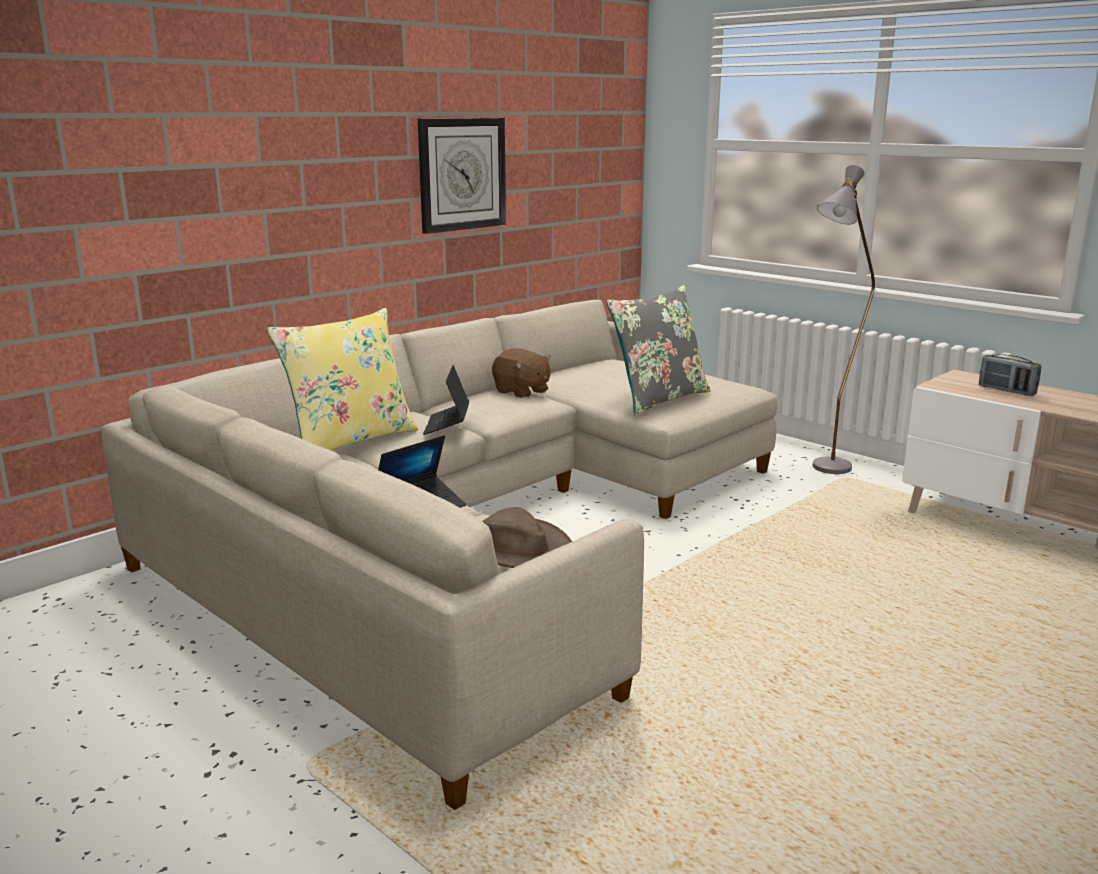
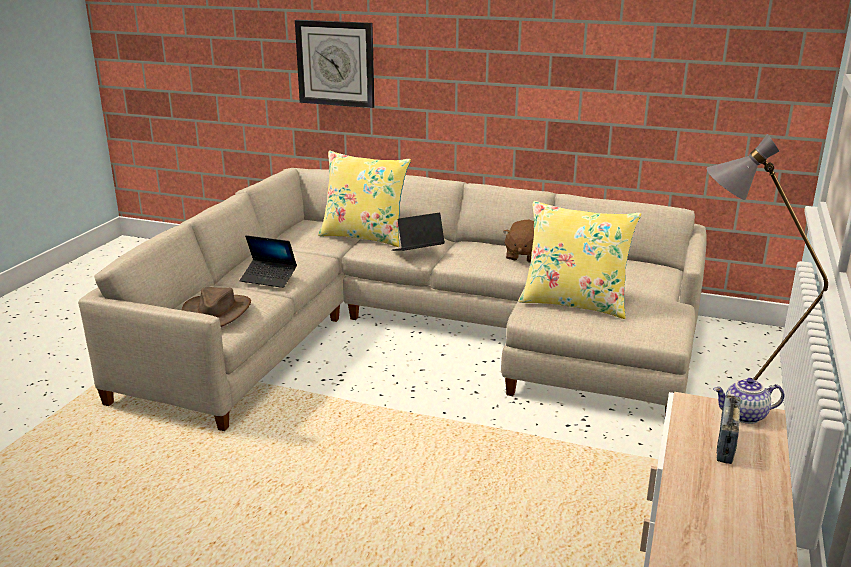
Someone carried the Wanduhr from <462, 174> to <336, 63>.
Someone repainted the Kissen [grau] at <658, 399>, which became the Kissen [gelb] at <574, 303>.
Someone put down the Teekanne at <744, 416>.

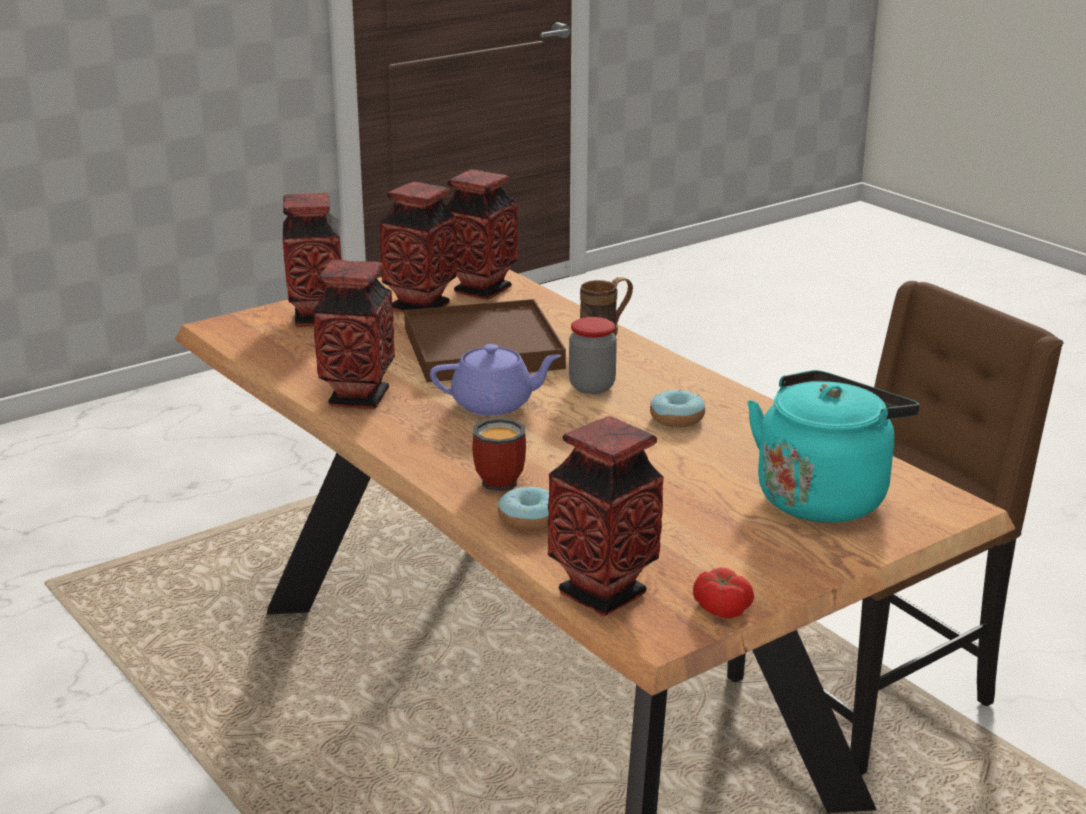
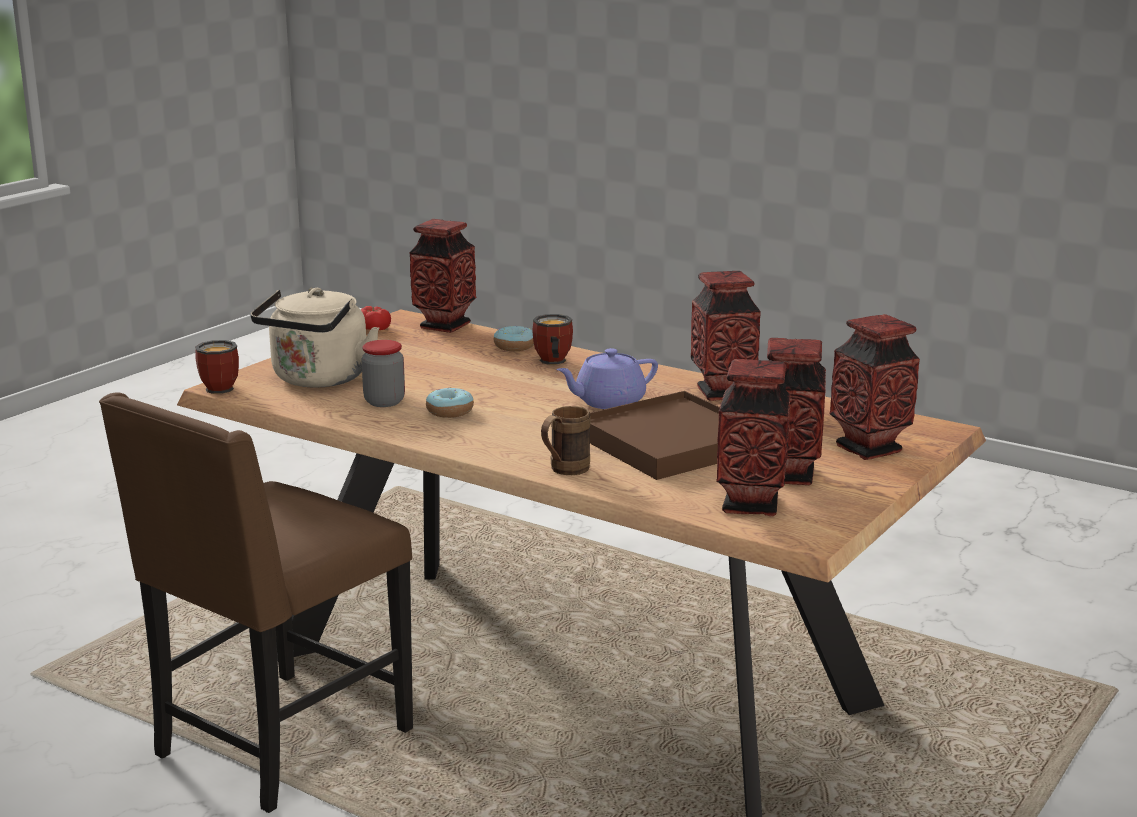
Someone carried the Vorratsglas from <592, 386> to <384, 402>.
Someone repainted the Wasserkessel [türkis] at <825, 496>, which became the Wasserkessel [beige] at <318, 380>.
Someone put down the Henkelbecher at <222, 387>.

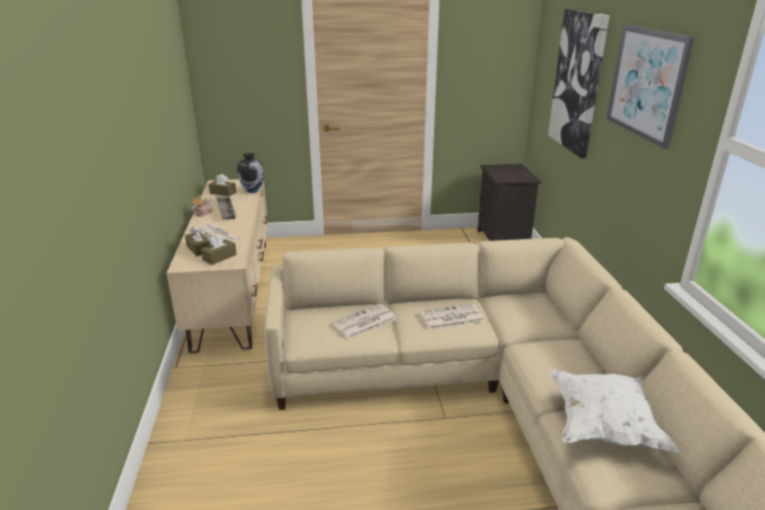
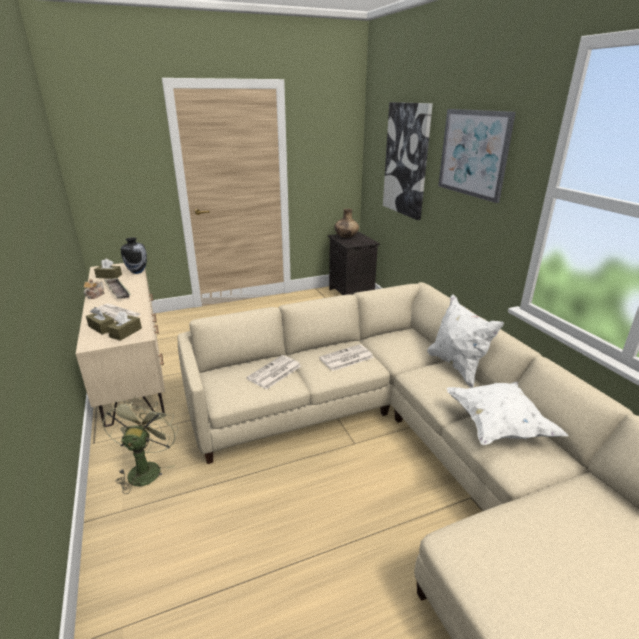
Someone put down the Vase [braun] at <346, 237>.
Someone put down the Kissen [weiß] at <457, 367>.
Someone put down the Ventilator [grün] at <145, 468>.

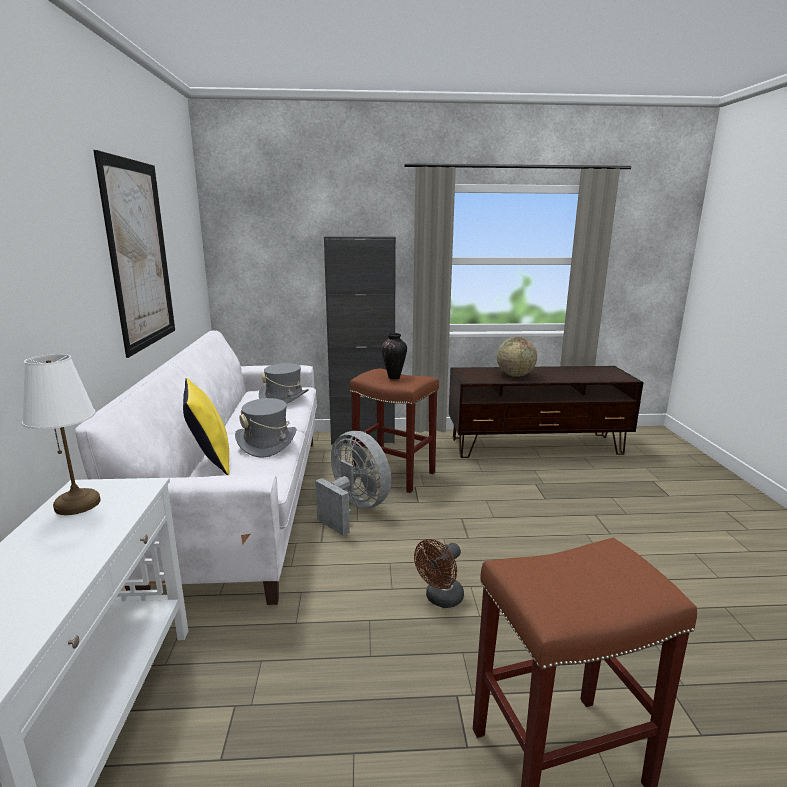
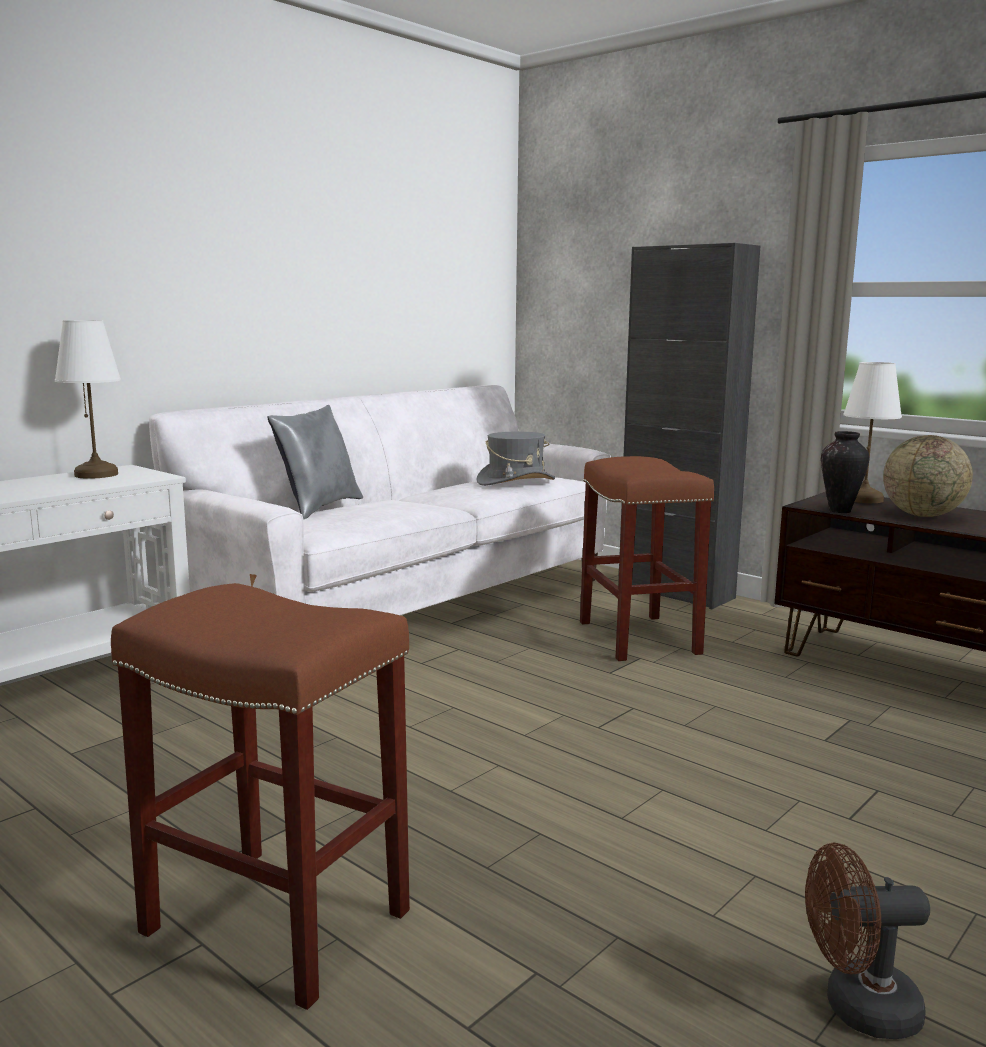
Someone took away the Bild at <140, 255>.
Someone carried the Vase from <394, 378> to <839, 511>.
Someone repainted the Kissen [gelb] at <210, 460>, which became the Kissen [grau] at <319, 507>.
Someone took away the Hut [grau] at <267, 443>.
Someone took away the Ventilator [grau] at <354, 509>.
Someone carried the Ventilator [braun] from <440, 599> to <858, 1009>.
Someone put down the Tischlampe [weiß] at <863, 499>.

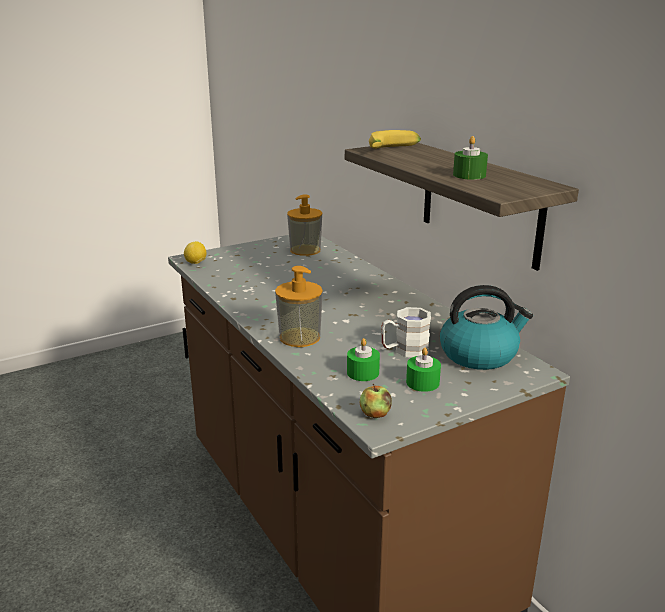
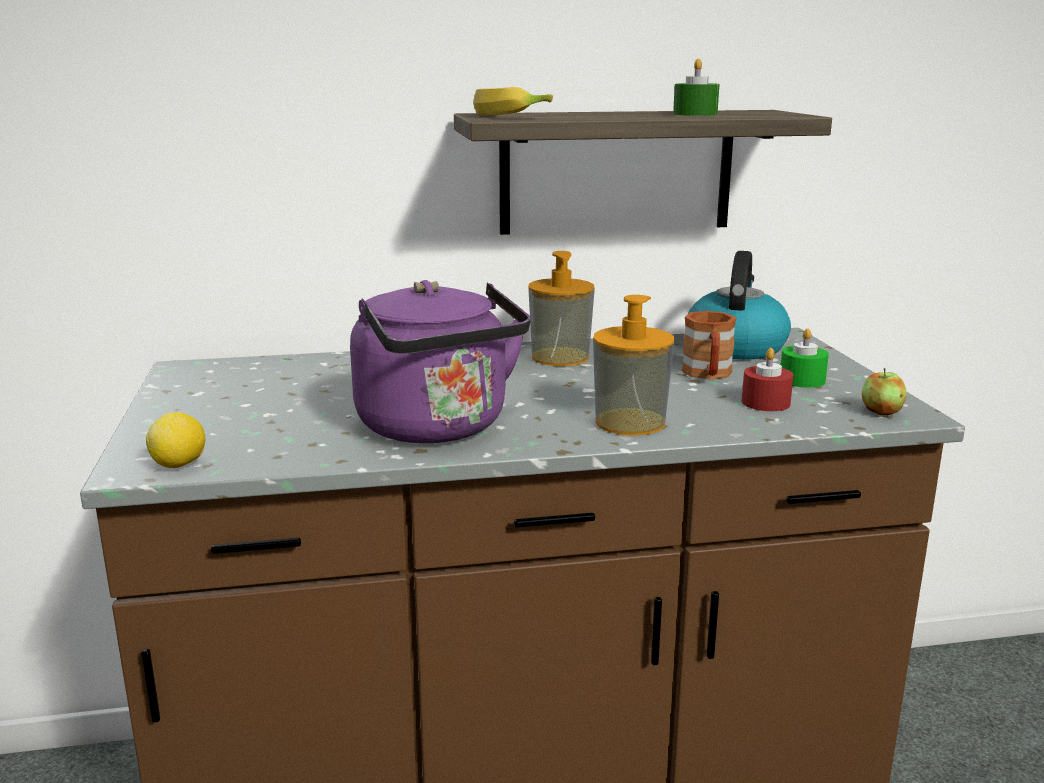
Someone carried the Seifenspender from <305, 250> to <560, 357>.
Someone repainted the Henkelbecher [weiß] at <404, 350>, which became the Henkelbecher [braun] at <708, 375>.
Someone repainted the Kerze [grün] at <363, 372>, which became the Kerze [rot] at <765, 402>.
Someone put down the Wasserkessel [lila] at <438, 428>.

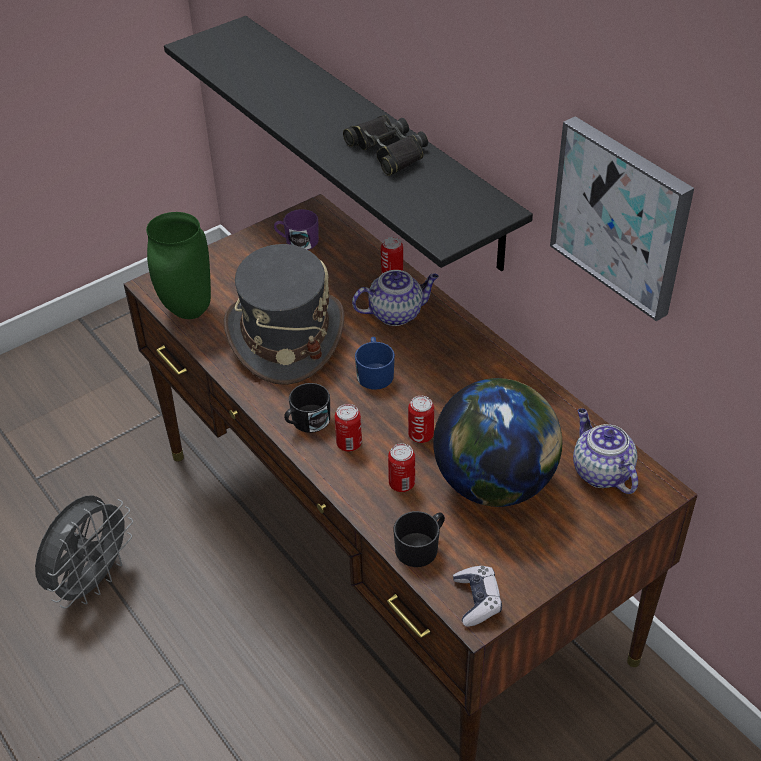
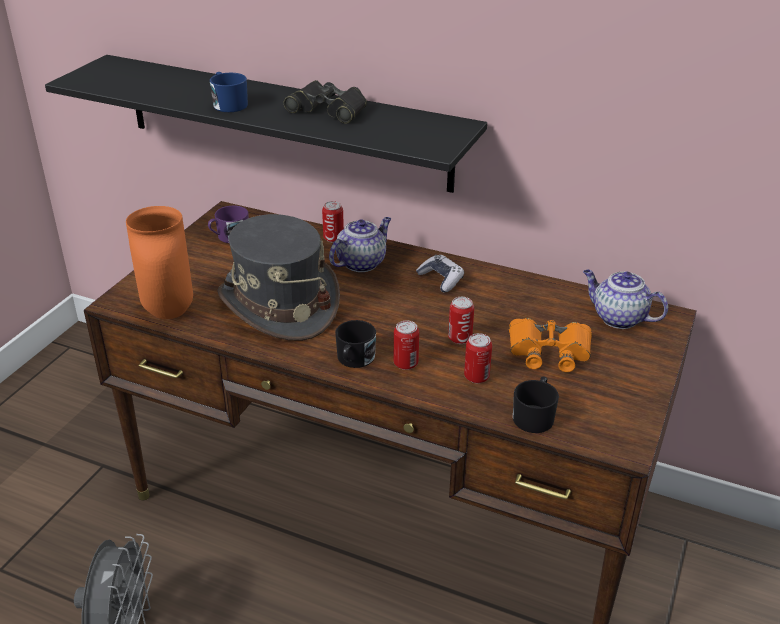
Someone took away the Bild at <622, 216>.
Someone repainted the Vase [grün] at <187, 311>, which became the Vase [orange] at <167, 312>.
Someone carried the Henkelbecher [blau] from <375, 373> to <228, 104>.
Someone swapped the Globus at <495, 483> for the Fernglas [orange] at <549, 351>.
Someone carried the Gamepad from <477, 600> to <441, 279>.

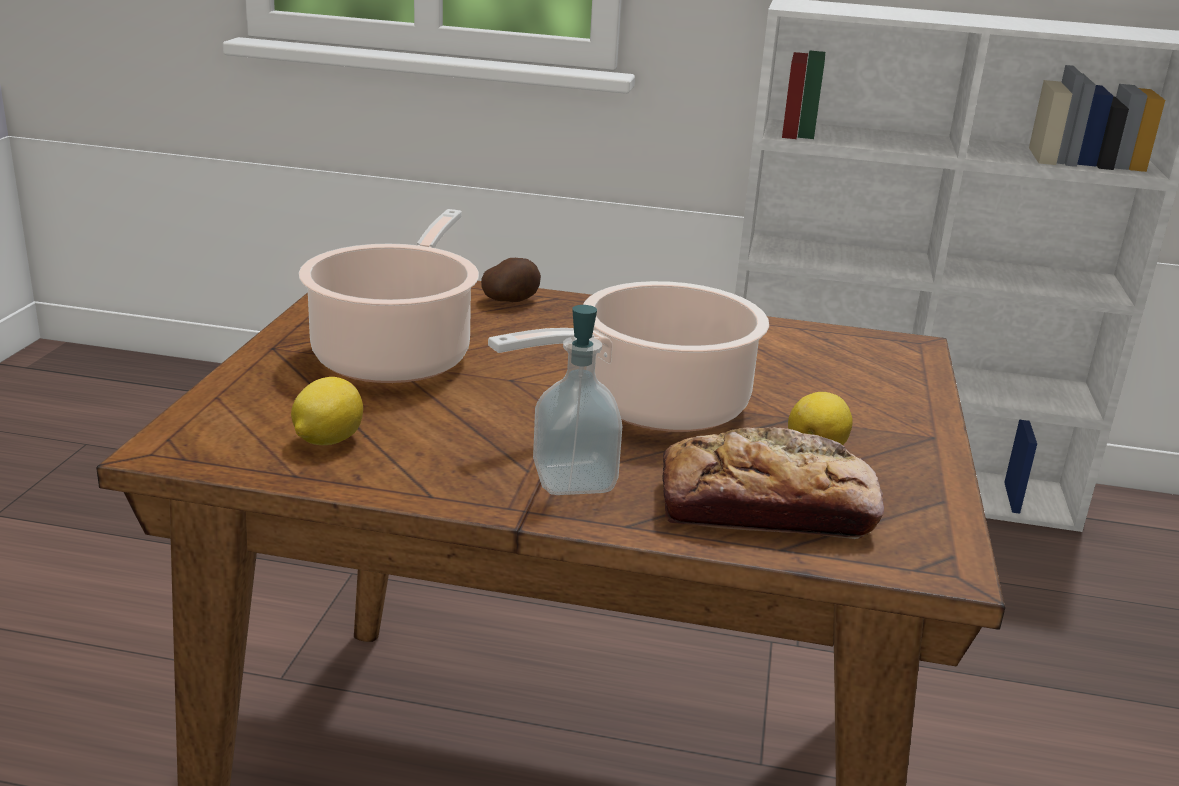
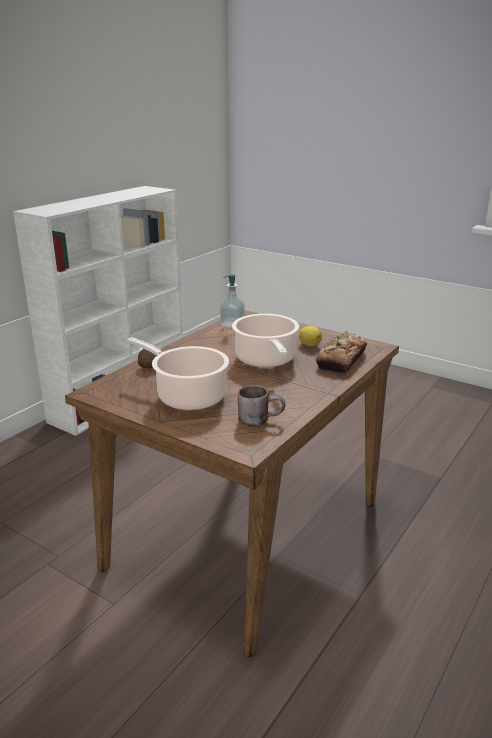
Someone carried the Seifenspender from <574, 480> to <232, 324>.
Someone swapped the Zitrone at <326, 441> for the Henkelbecher [braun] at <259, 419>.

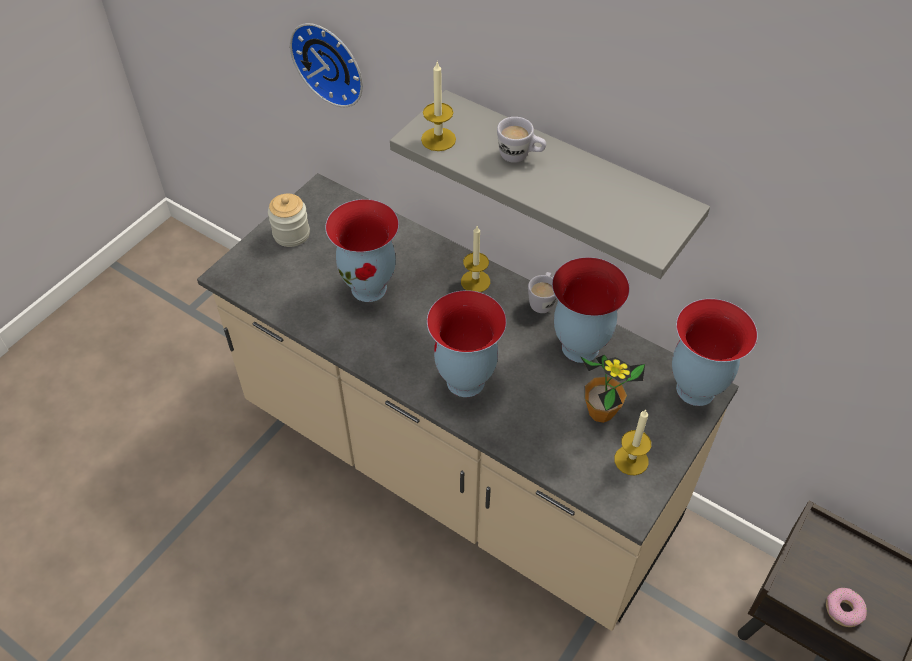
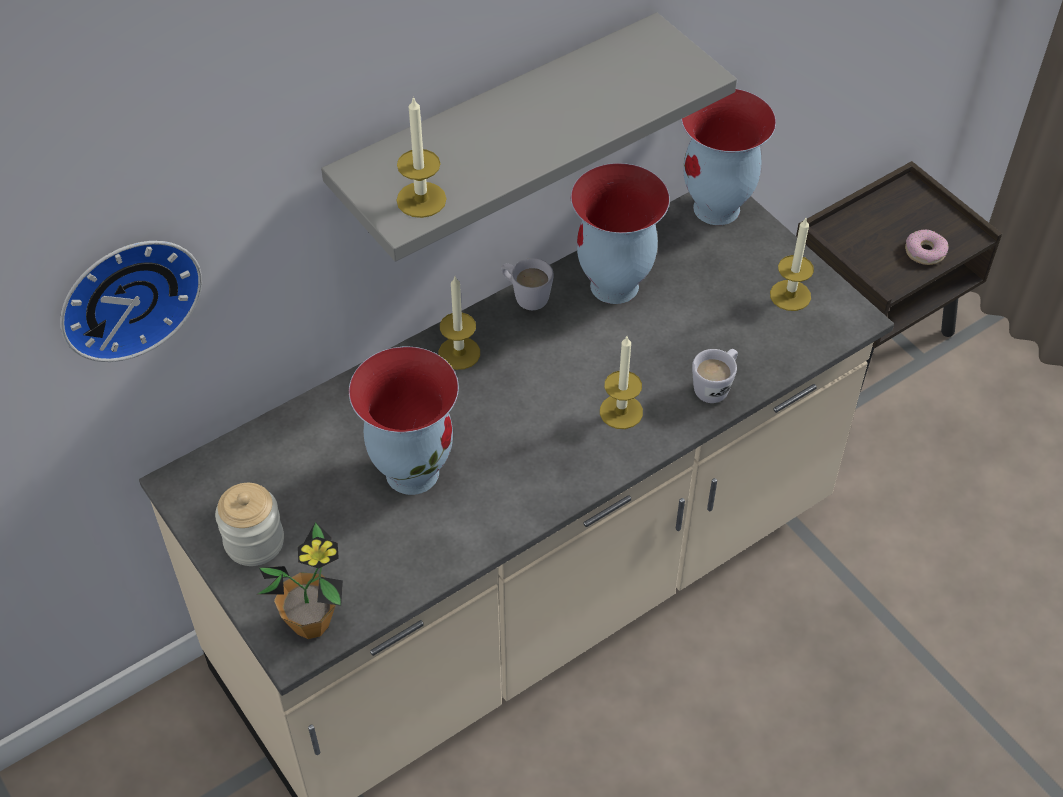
Someone carried the Henkelbecher [weiß] from <520, 156> to <715, 387>.
Someone swapped the Vase at <465, 382> for the Kerze at <621, 411>.
Someone carried the Topfpflanze from <601, 412> to <311, 623>.

